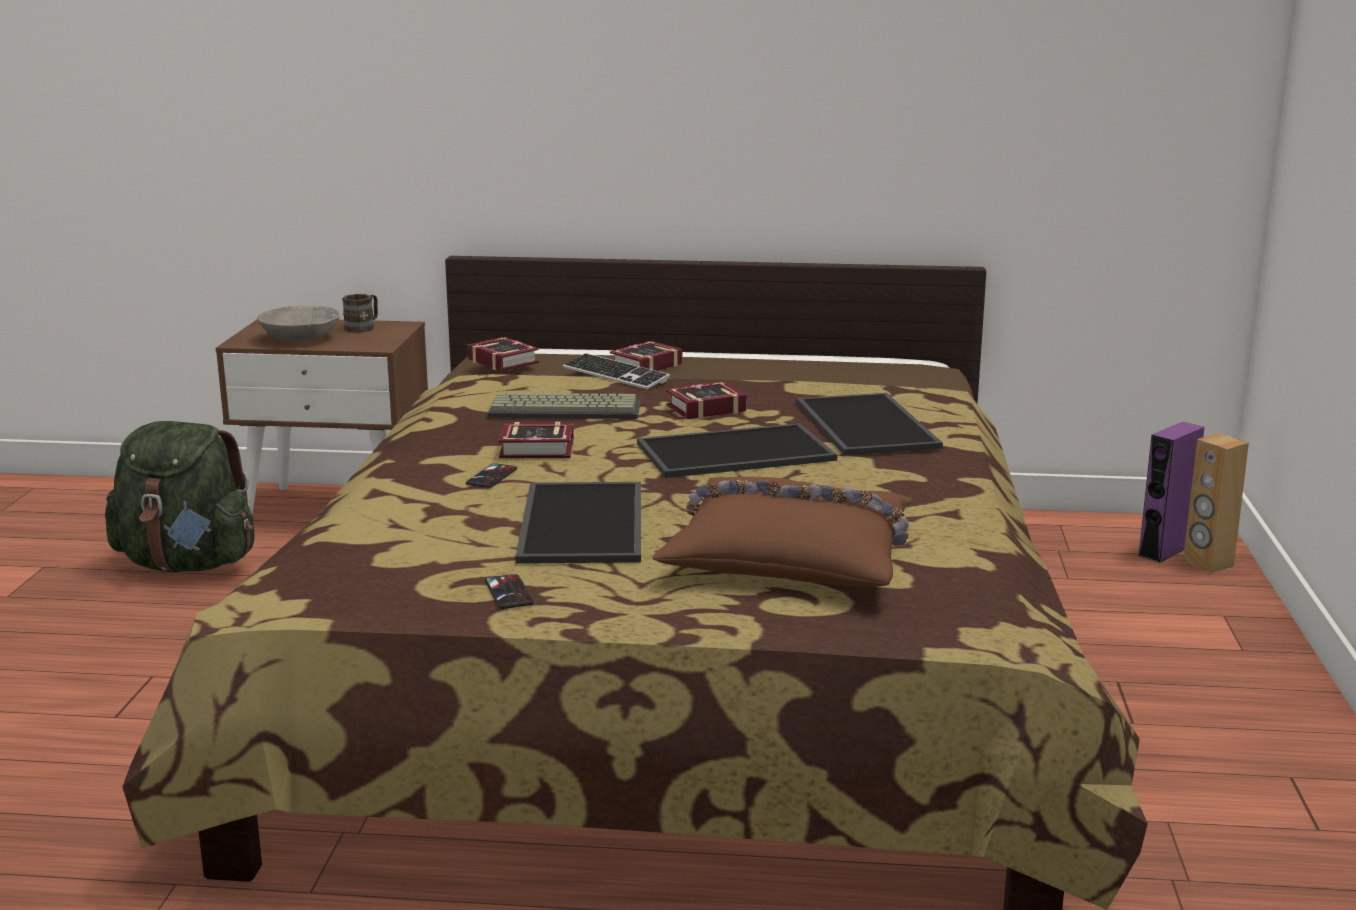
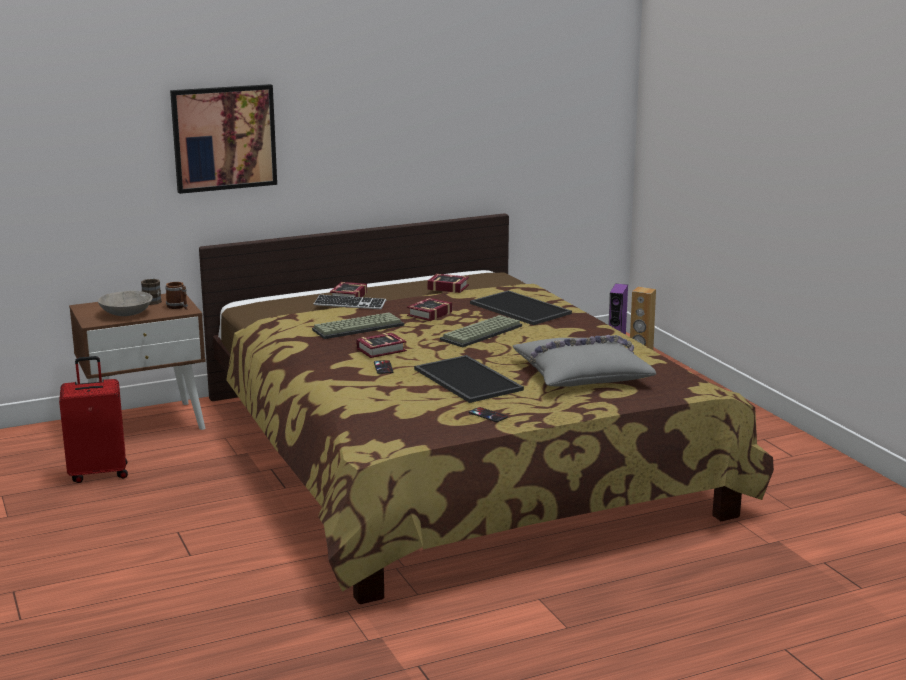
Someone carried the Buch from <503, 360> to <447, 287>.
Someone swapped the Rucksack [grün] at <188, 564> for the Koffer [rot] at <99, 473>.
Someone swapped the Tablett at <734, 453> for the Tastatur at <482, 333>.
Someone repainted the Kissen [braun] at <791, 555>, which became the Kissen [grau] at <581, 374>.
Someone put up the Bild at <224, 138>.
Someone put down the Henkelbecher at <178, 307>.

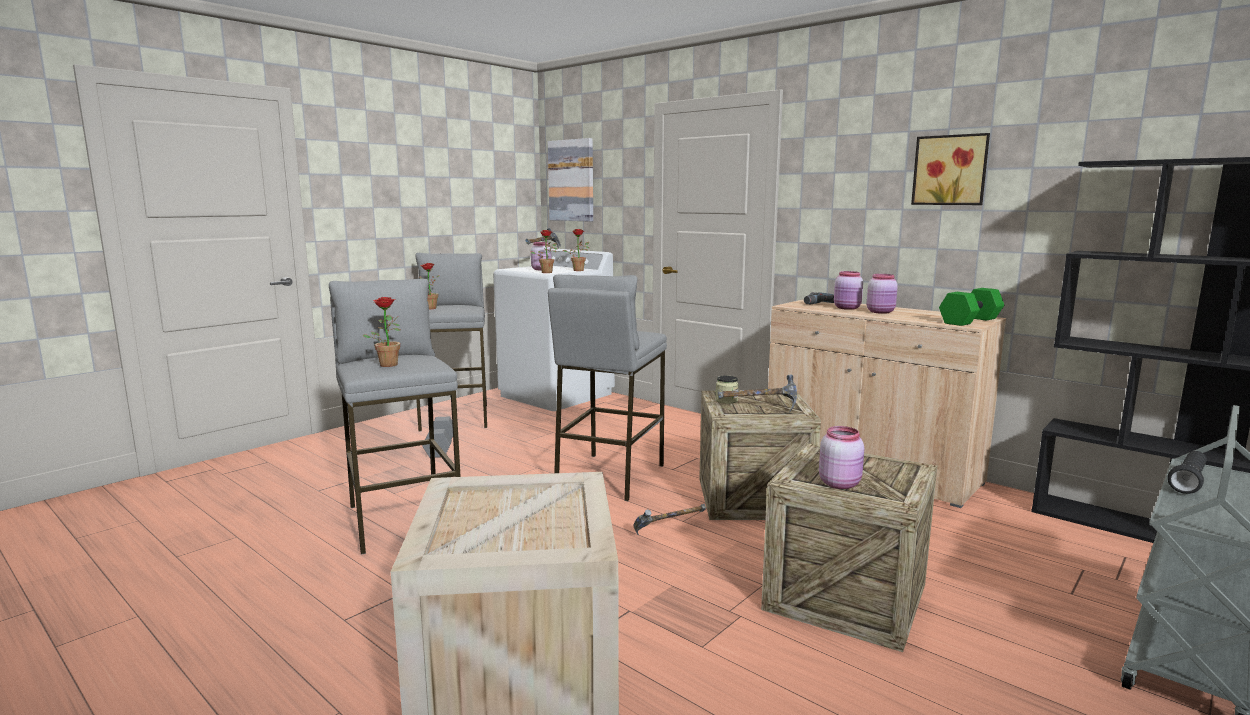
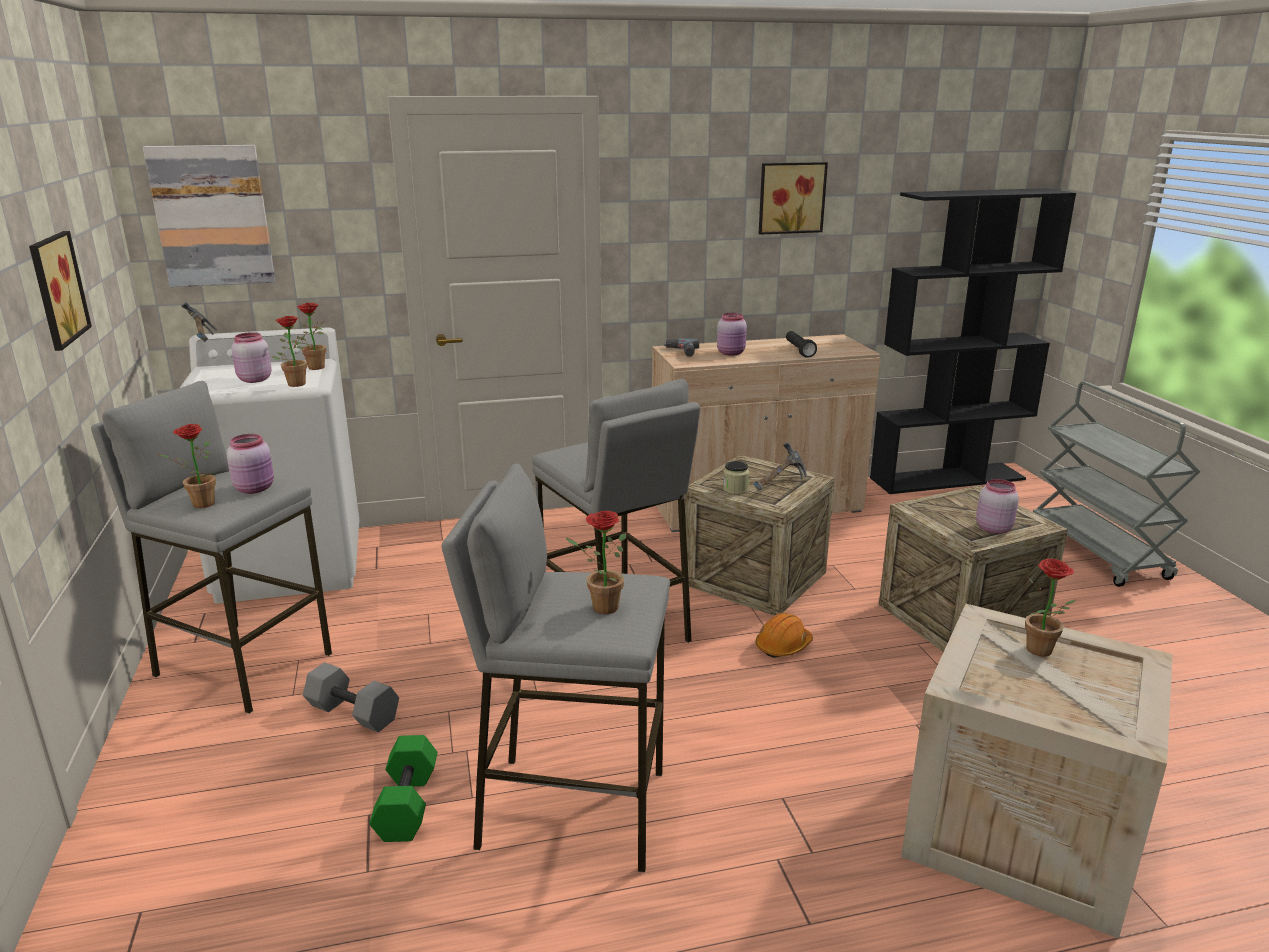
Someone carried the Vorratsglas [rosa] from <881, 312> to <256, 488>.
Someone carried the Hantel [grün] from <971, 321> to <408, 805>.
Someone carried the Taschenlampe [schwarz] from <1188, 482> to <799, 351>.
Someone swapped the Hammer at <669, 532> for the Schutzhelm [orange] at <783, 646>.
Someone put up the Bild at <54, 289>.
Someone put down the Topfpflanze at <1042, 653>.

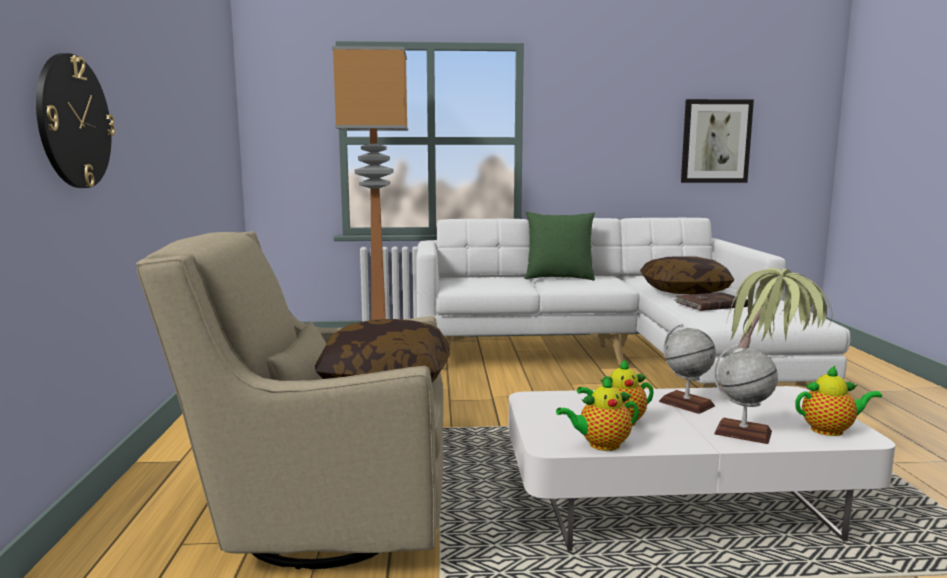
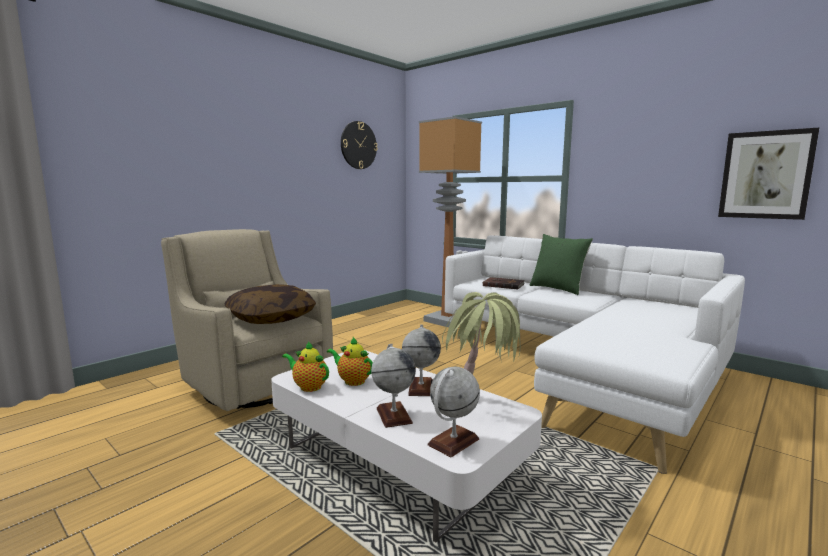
Someone carried the Wanduhr from <74, 122> to <358, 145>.
Someone took away the Kissen at <684, 291>.
Someone carried the Buch [braun] from <709, 304> to <503, 285>.
Someone swapped the Teekanne at <830, 430> for the Globus at <453, 442>.

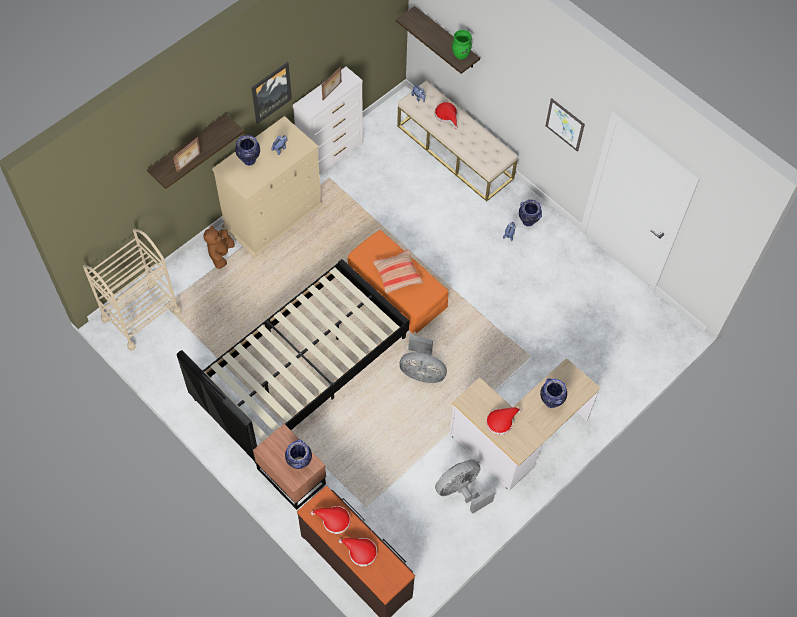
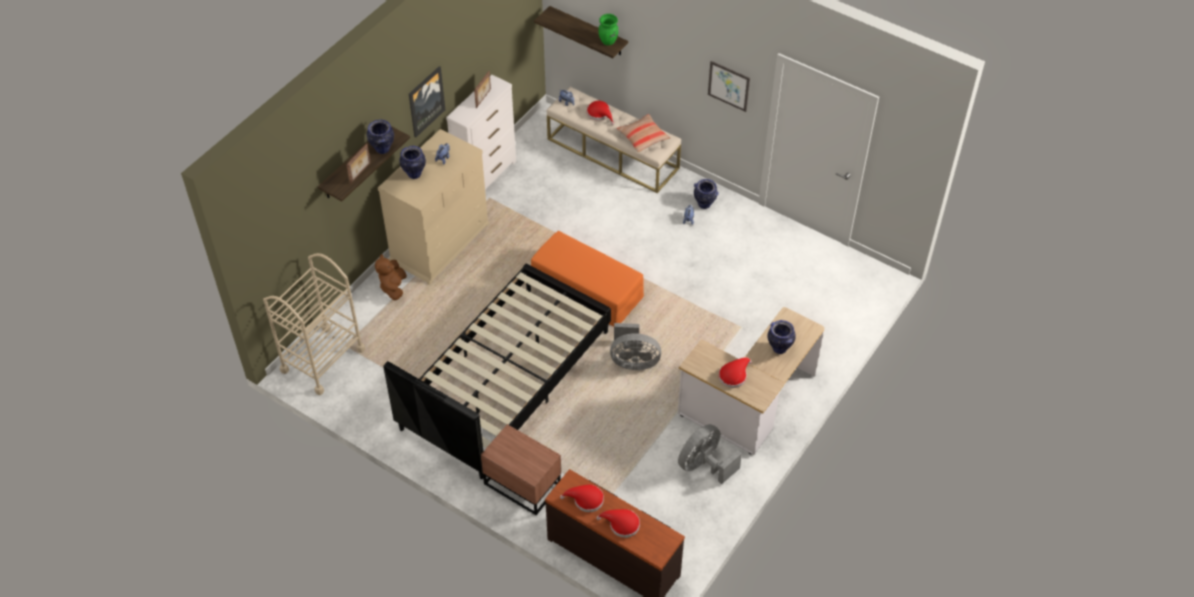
Someone carried the Kissen from <397, 274> to <643, 137>.
Someone carried the Vase from <299, 463> to <382, 149>.

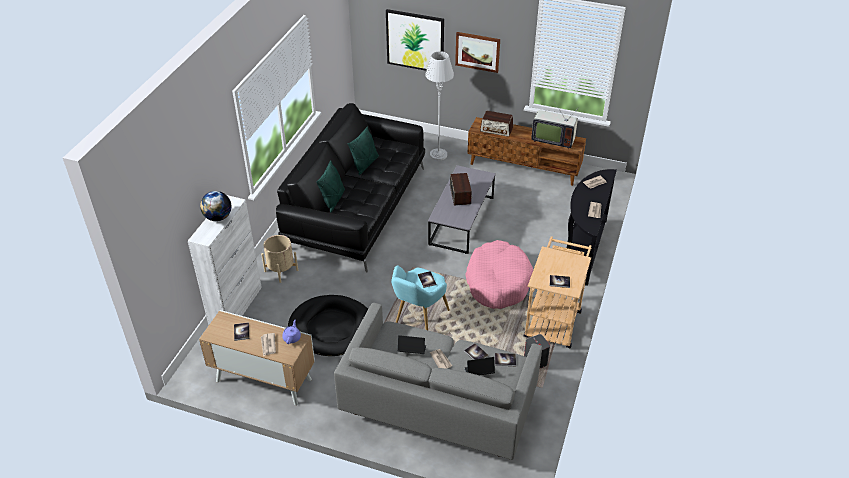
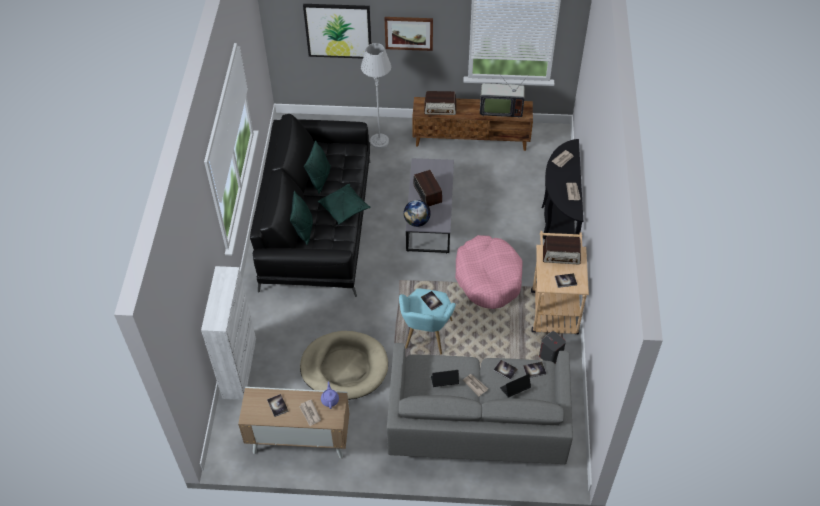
Someone carried the Globus from <218, 217> to <416, 221>.
Someone took away the Pflanzkübel [beige] at <281, 270>.
Someone repainted the Hundebett [schwarz] at <331, 328>, which became the Hundebett [beige] at <344, 367>.
Someone put down the Kissen [grün] at <344, 209>.
Someone put down the Radio at <561, 255>.

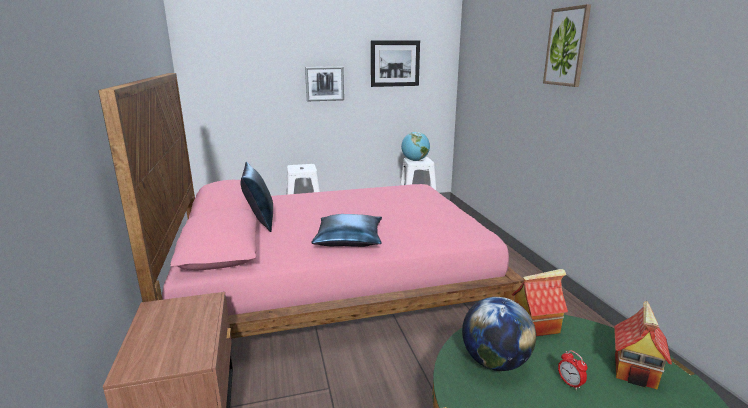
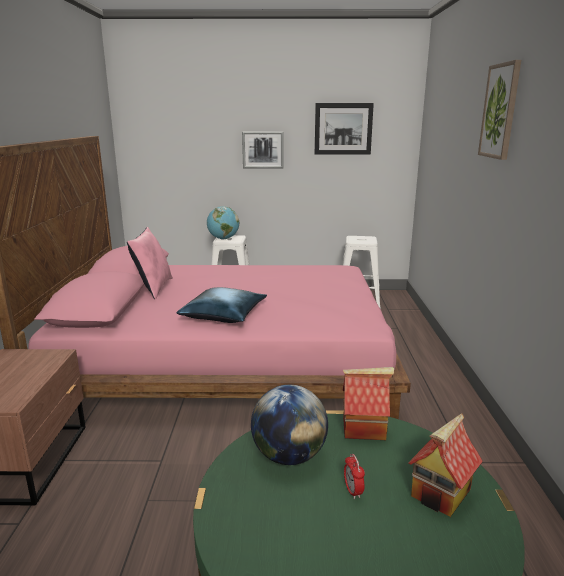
Someone carried the Globus from <415, 160> to <223, 239>.
Someone repainted the Kissen [blau] at <260, 221>, which became the Kissen [rosa] at <153, 288>.

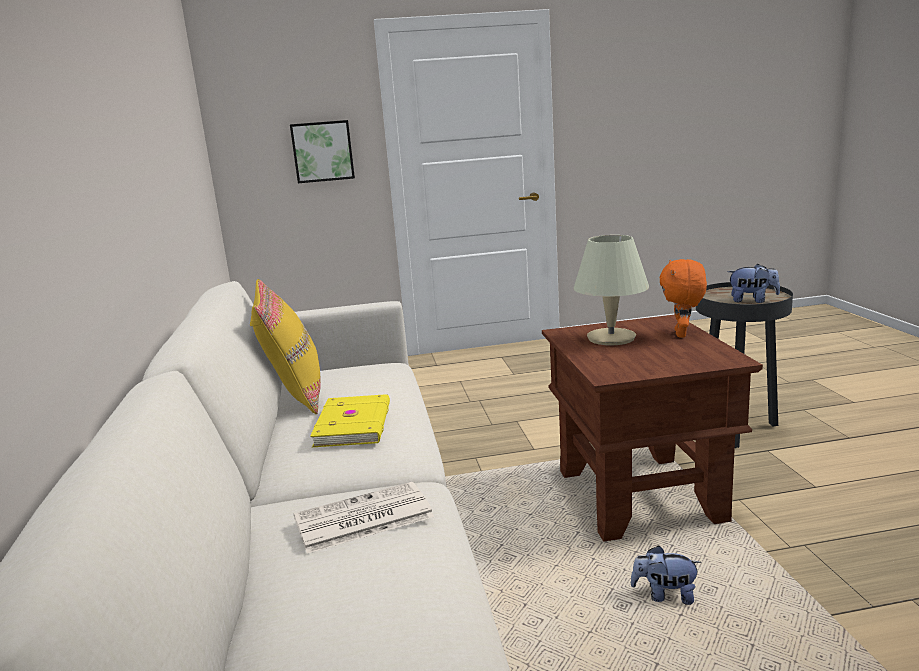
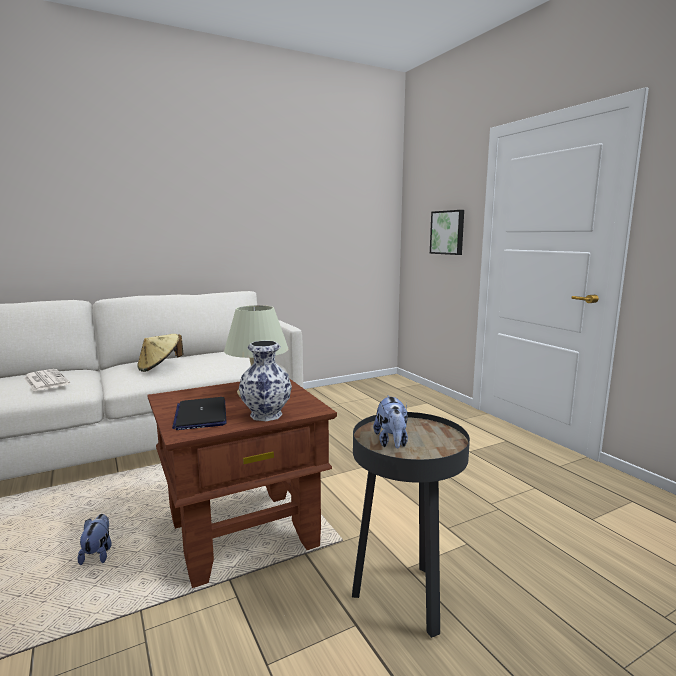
Someone swapped the Plüschtier [orange] at <682, 334> for the Vase at <265, 415>.
Someone took away the Kissen [gelb] at <294, 395>.
Someone swapped the Buch [gelb] at <355, 424> for the Hut [beige] at <160, 367>.
Someone put down the Laptop at <201, 415>.

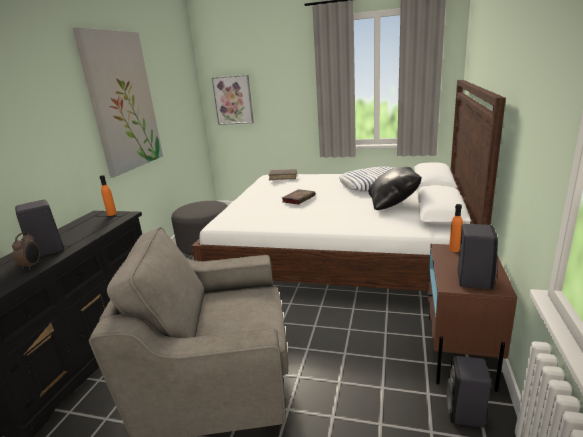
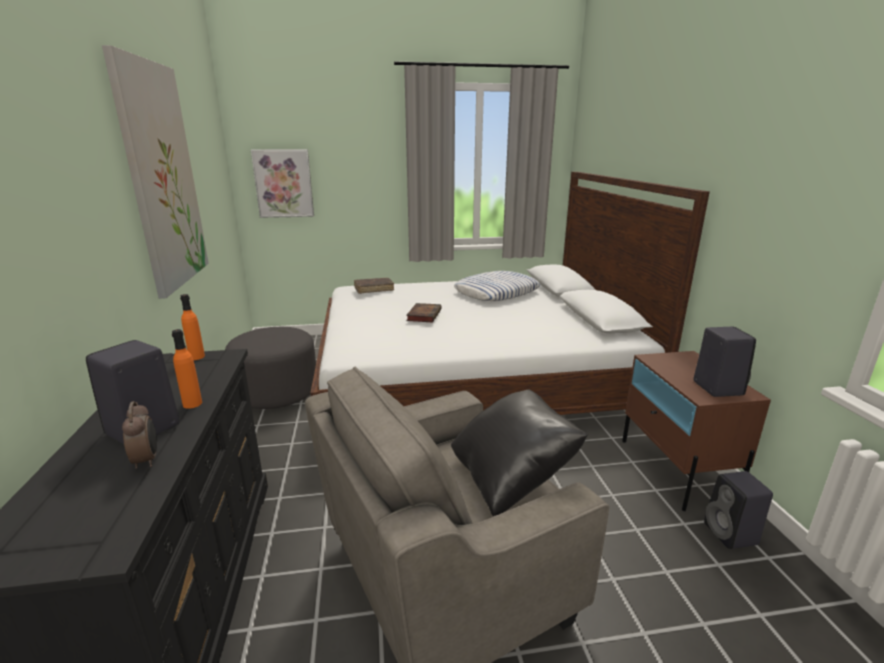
Someone carried the Kissen [schwarz] from <393, 204> to <512, 477>.
Someone carried the Flasche [orange] from <454, 249> to <192, 404>.

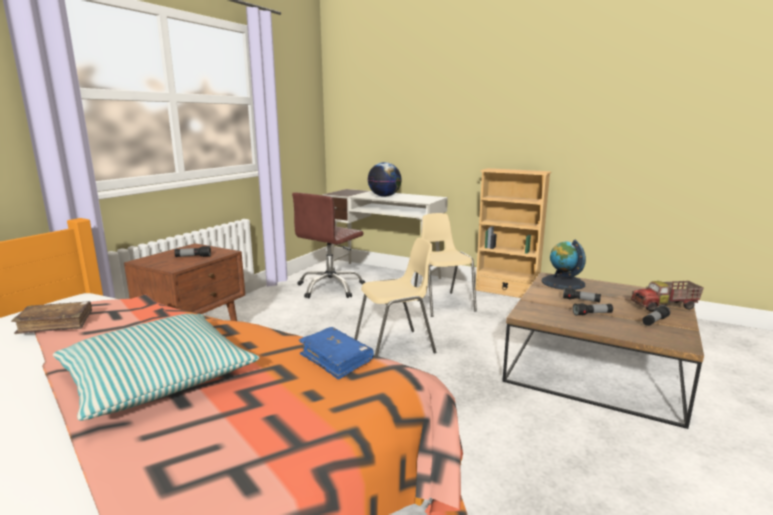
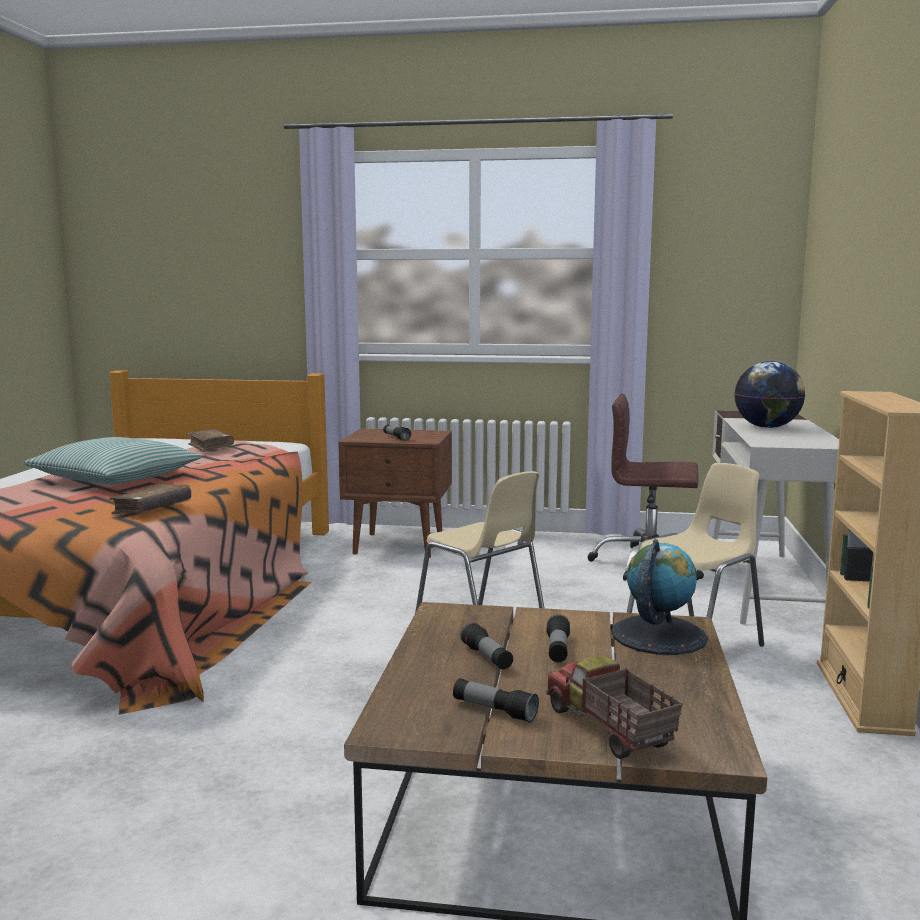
Someone repainted the Buch [blau] at <336, 359>, which became the Buch [braun] at <152, 509>.

